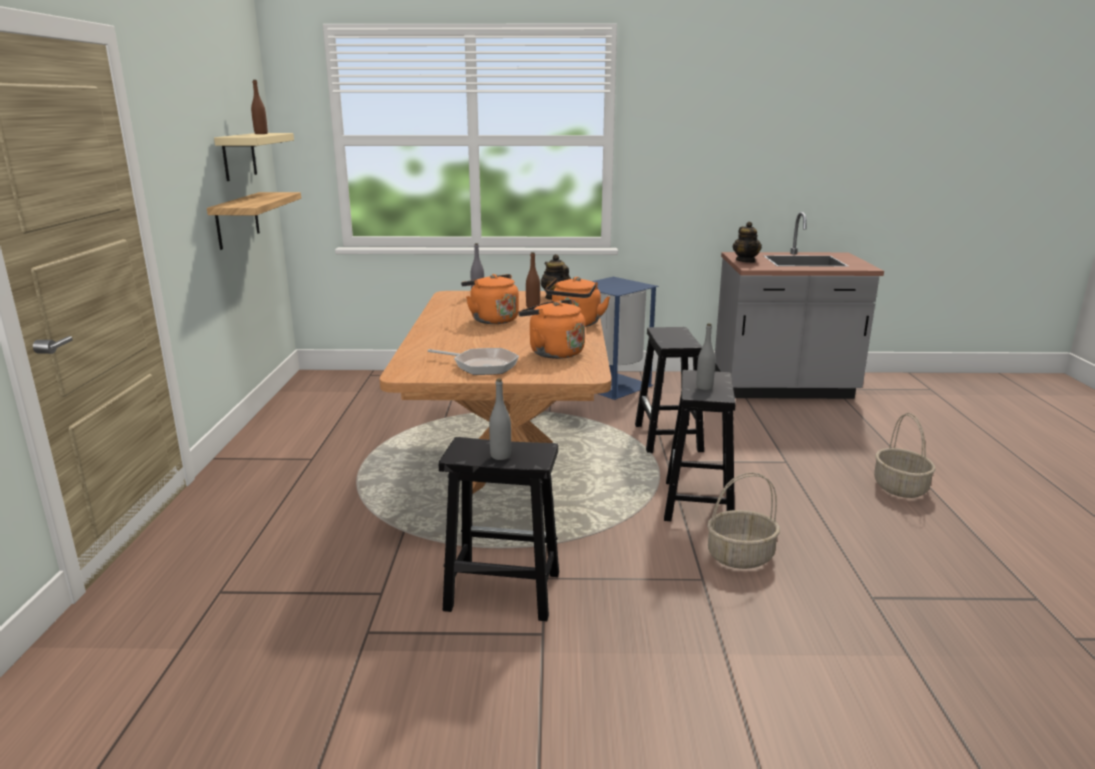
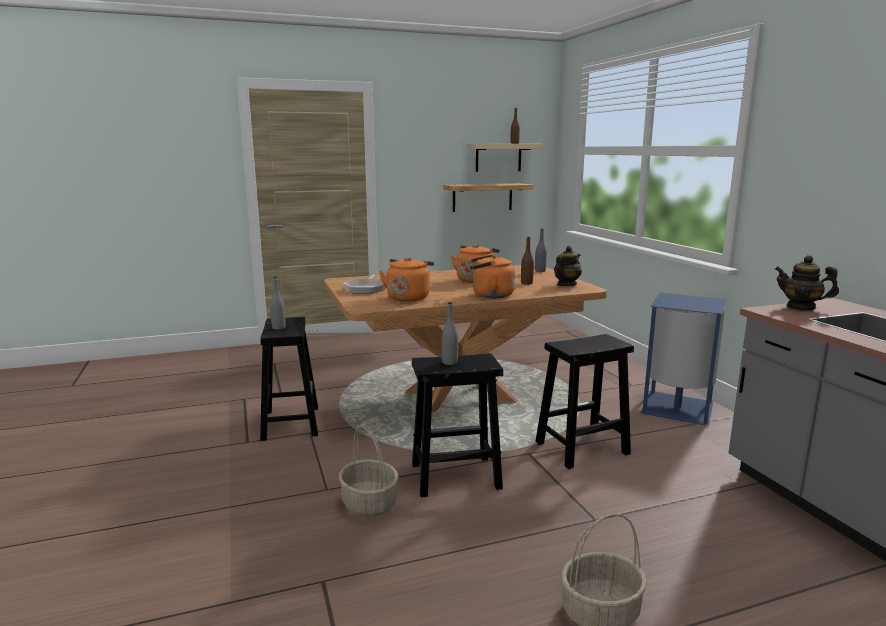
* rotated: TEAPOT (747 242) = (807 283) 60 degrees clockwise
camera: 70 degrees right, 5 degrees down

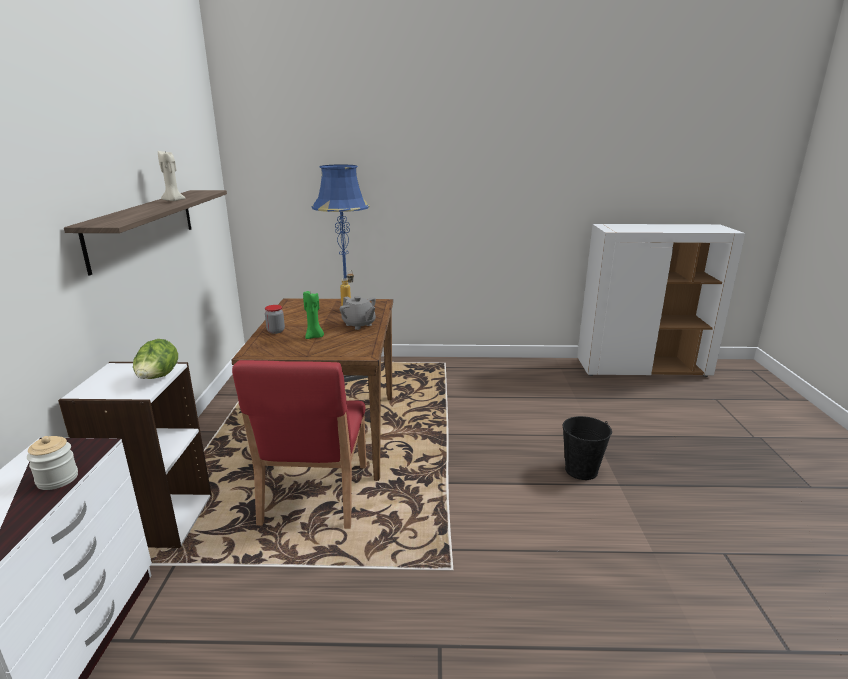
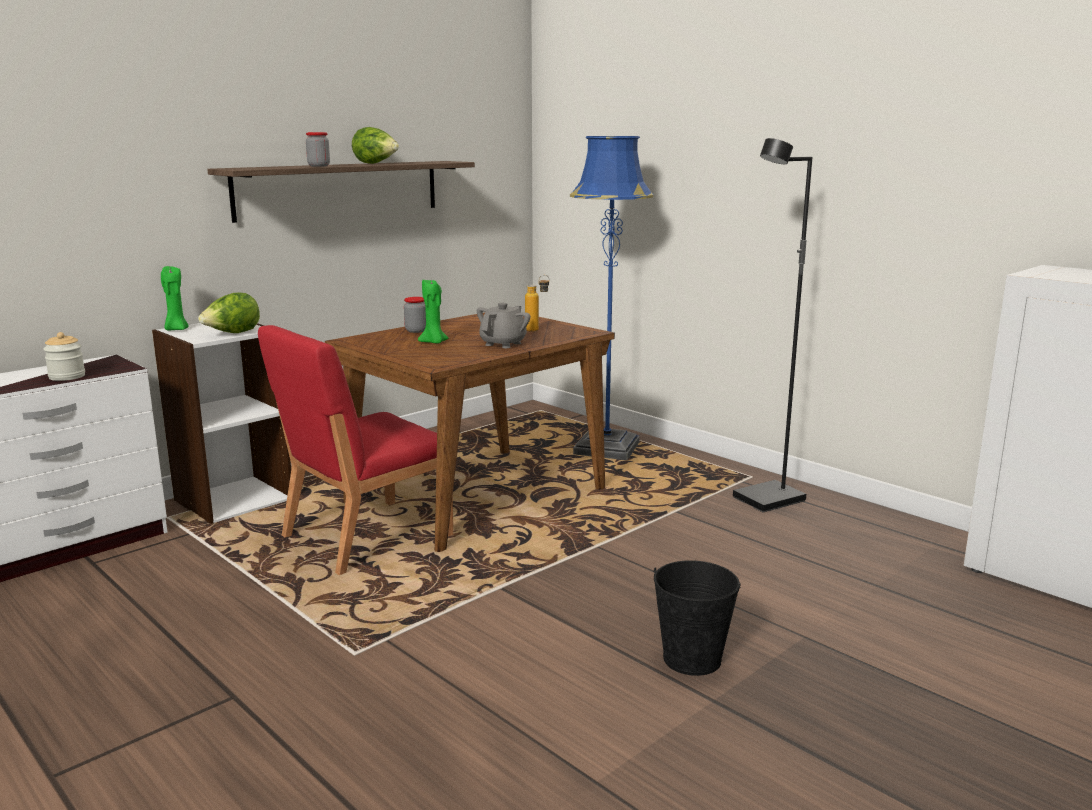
* swapped: SAND-COLOURED WAX LIGHT (172 176) to HEAD OF LETTUCE (375 145)
* rotated: GREYISH TEAPOT (358 313) = (503 325) 150 degrees counterclockwise
* new: STORAGE JAR (318 149)
* new: BLACK FLOOR LAMP (772 325)
* new: GREEN-COLOURED WAX LIGHT (175 298)
camera: 45 degrees right, 5 degrees down

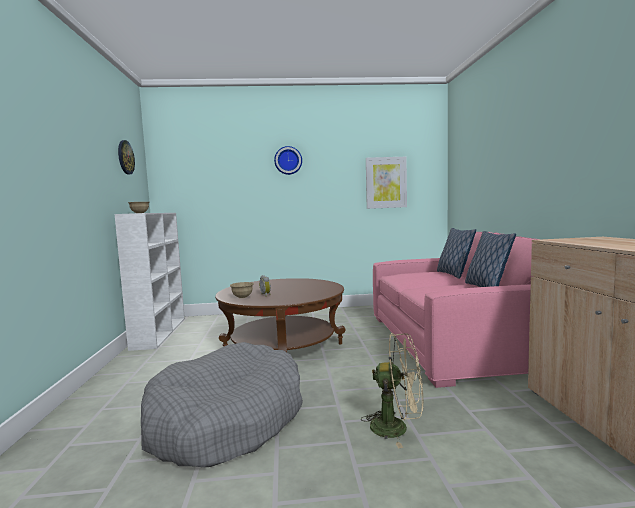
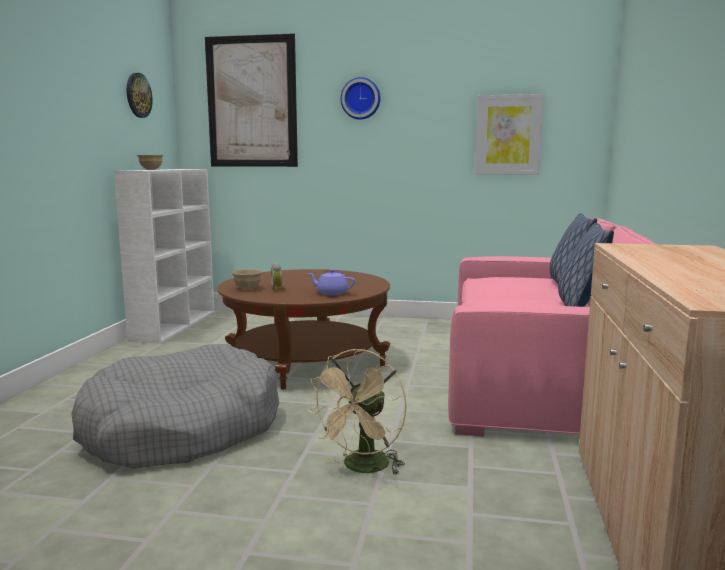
* rotated: SAND-COLOURED FAN (392 390) = (357 412) 90 degrees clockwise
* new: WALL ART (251 100)
* new: PURPLISH TEAPOT (331 282)
camera: 15 degrees right, 5 degrees up

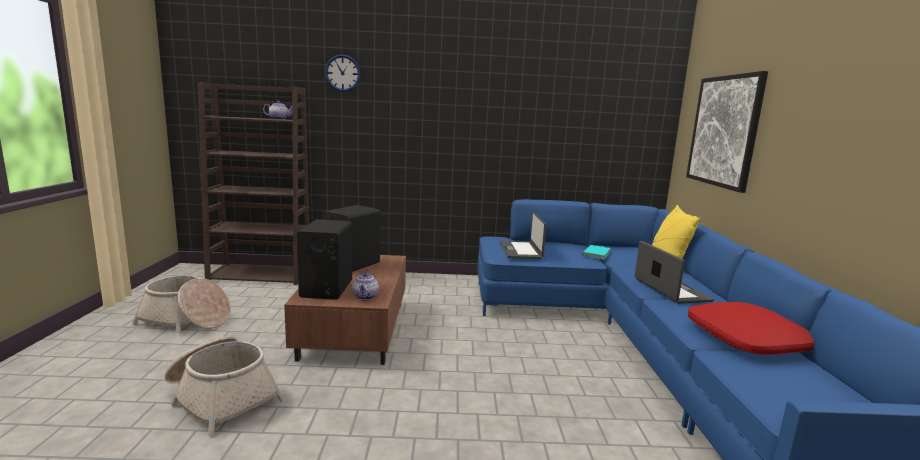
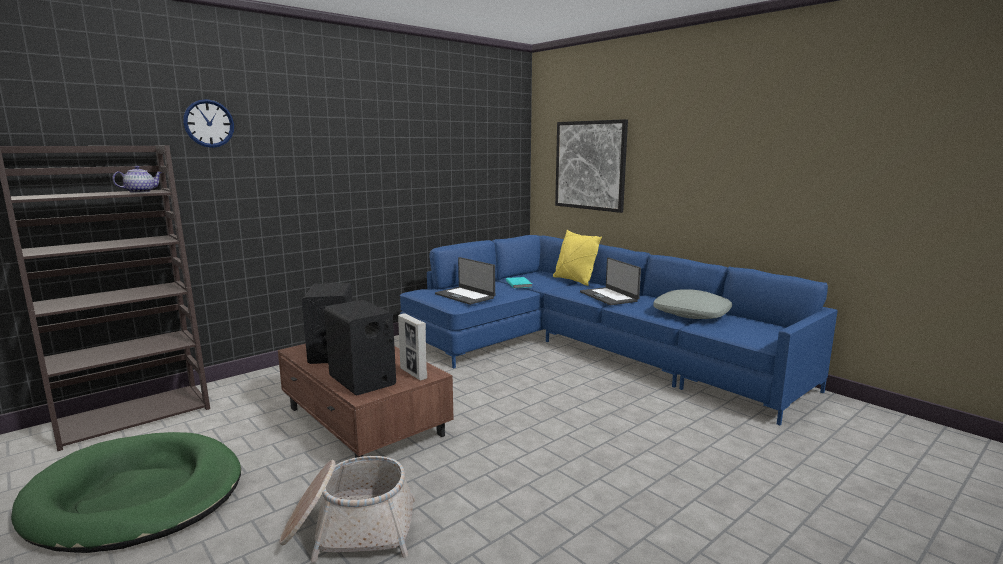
* rotated: PORTABLE COMPUTER (674 272) = (610 281) 150 degrees counterclockwise
* swapped: TEAPOT (365 286) to PICTURE FRAME (412 346)
* swapped: HOUSEHOLD BASKET (181 305) to GREEN-COLOURED DOG BED (126 492)
* repainted: REDDISH PILLOW (751 328) to GREYISH PILLOW (692 304)
camera: 40 degrees left, 0 degrees up

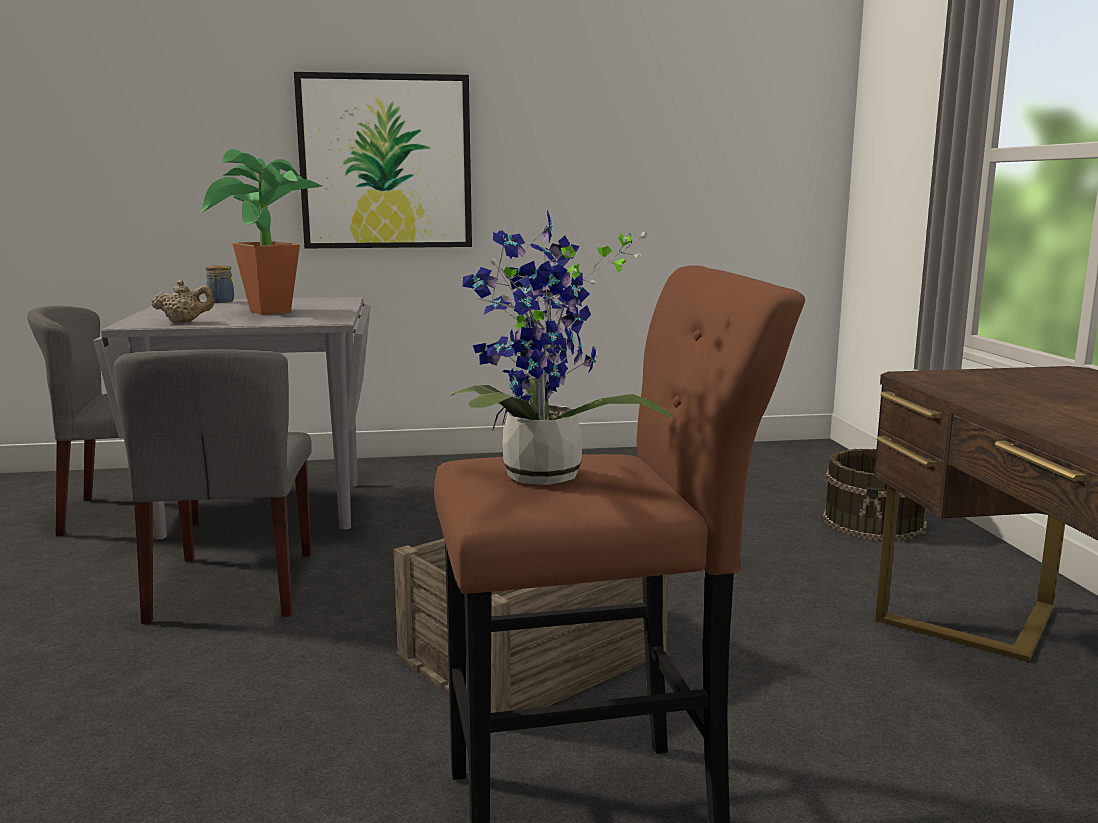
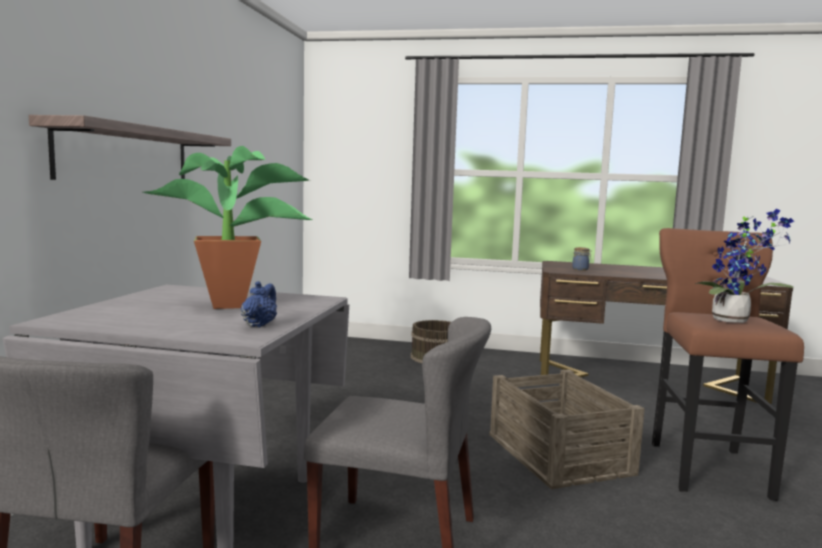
* swapped: WALL ART (383 160) to WALL SHELF (130 147)
* shifted: STORAGE JAR (220 284) to (582 259)
* repainted: SAND-COLOURED TEAPOT (183 301) to BLUE TEAPOT (259 304)
camera: 70 degrees left, 5 degrees down

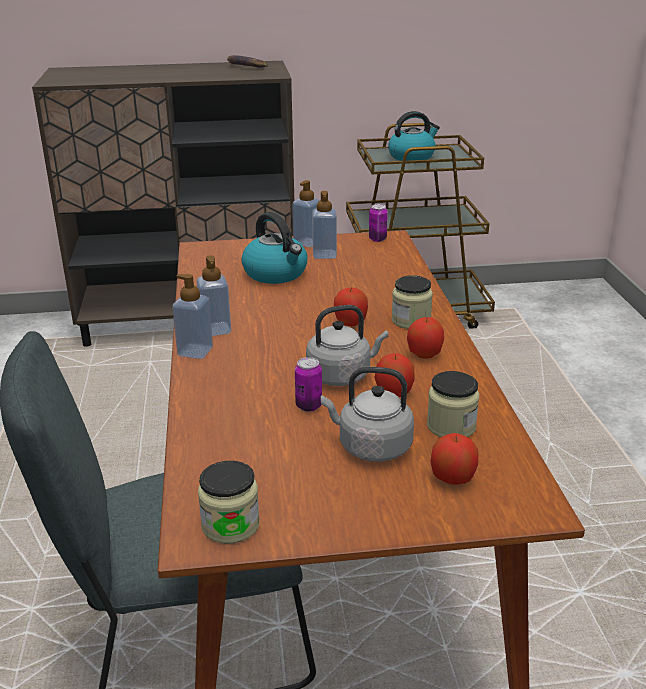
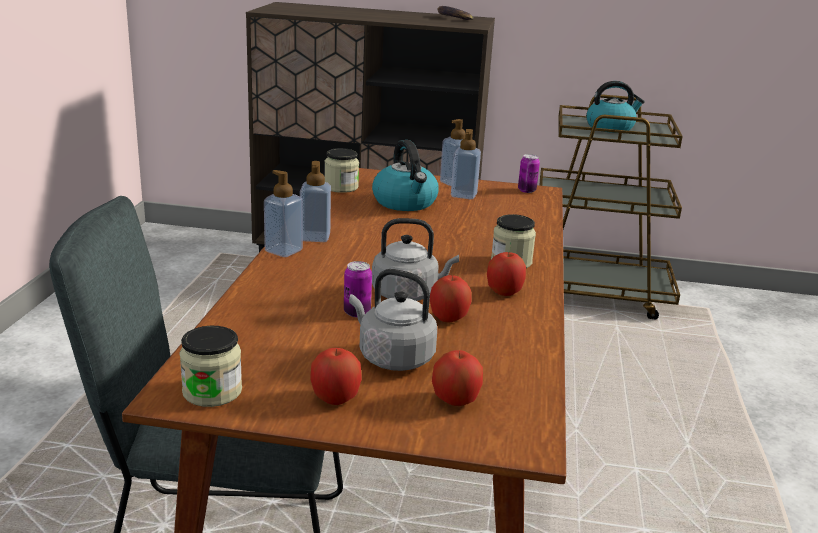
* shifted: APPLE (351 307) to (336 376)
* shifted: STORAGE JAR (453 404) to (342 170)
camera: 15 degrees right, 5 degrees down

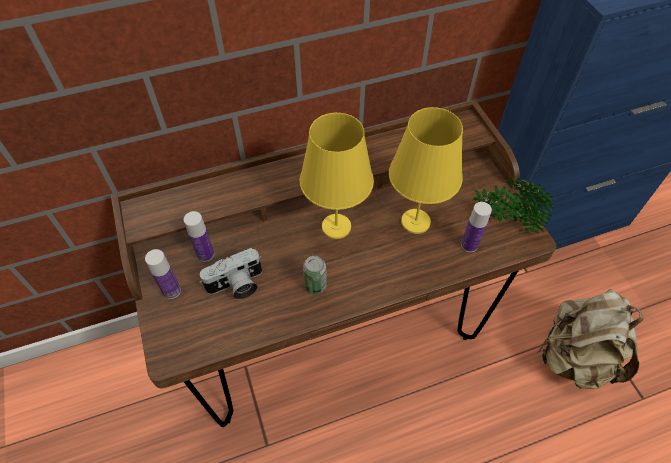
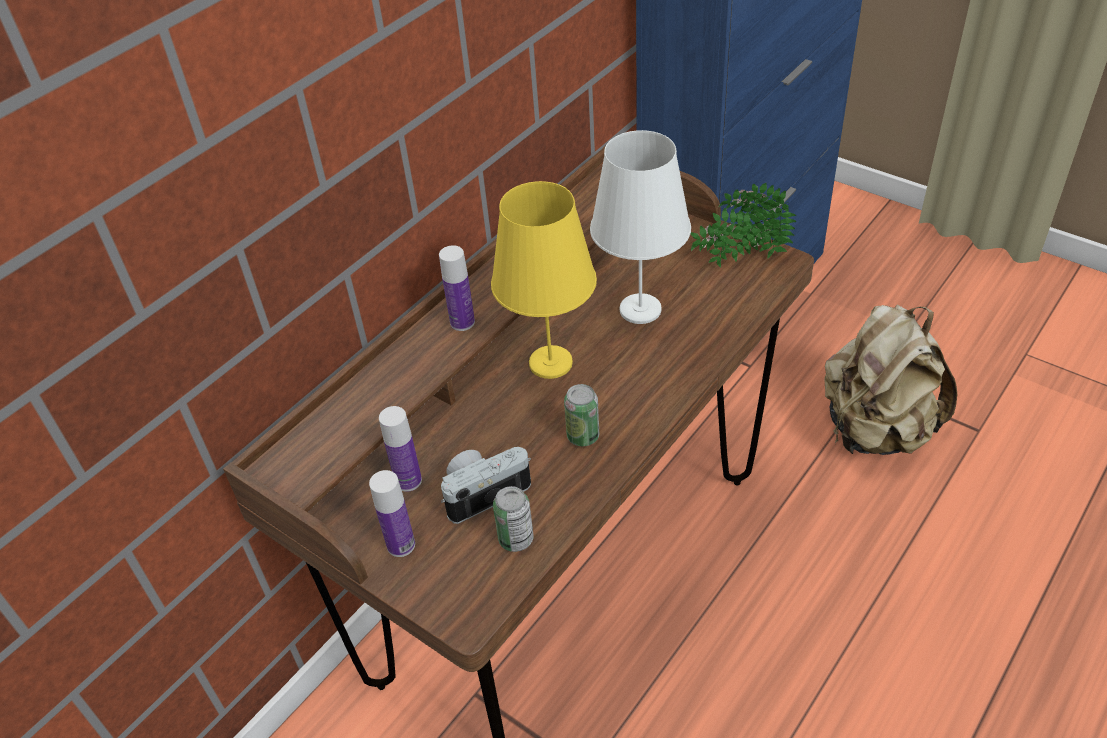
* repainted: YELLOW TABLETOP LAMP (426 170) to WHITE-COLOURED TABLETOP LAMP (640 227)
* shifted: BEVERAGE BOTTLE (476 227) to (457 288)
* rotated: STILL CAMERA (231 274) = (486 485) 150 degrees counterclockwise
* new: CAN (513 519)
camera: 30 degrees left, 10 degrees down

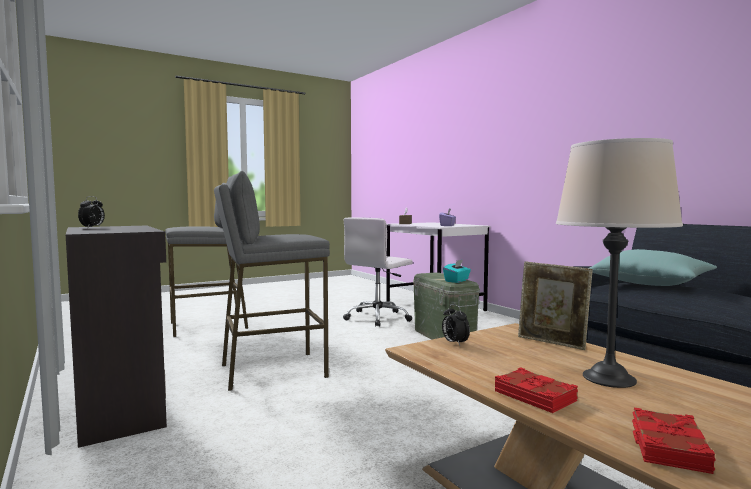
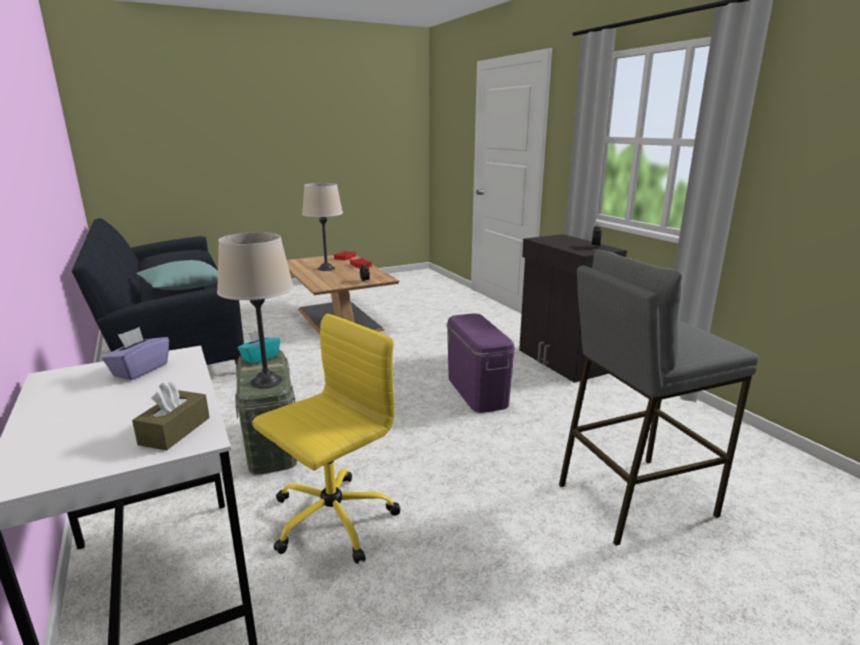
* swapped: GREYISH STOOL SEAT (272 281) to PURPLISH STORAGE CONTAINER (481 363)
* repainted: WHITE-COLOURED OFFICE CHAIR (378 272) to YELLOW OFFICE CHAIR (326 439)
* gone: PICTURE FRAME (555 306)
* new: SAND-COLOURED TABLETOP LAMP (255 310)
camera: 175 degrees left, 15 degrees up

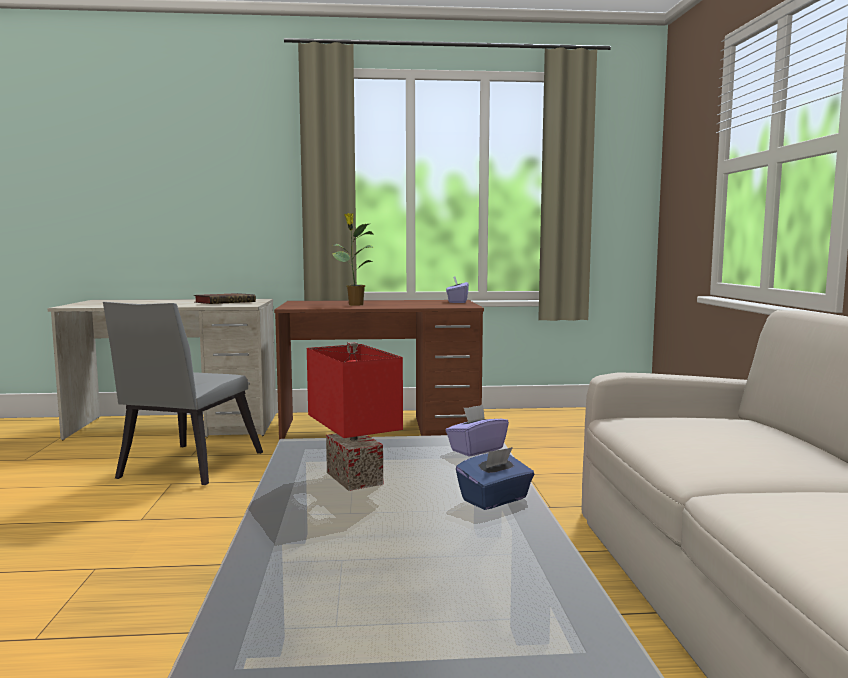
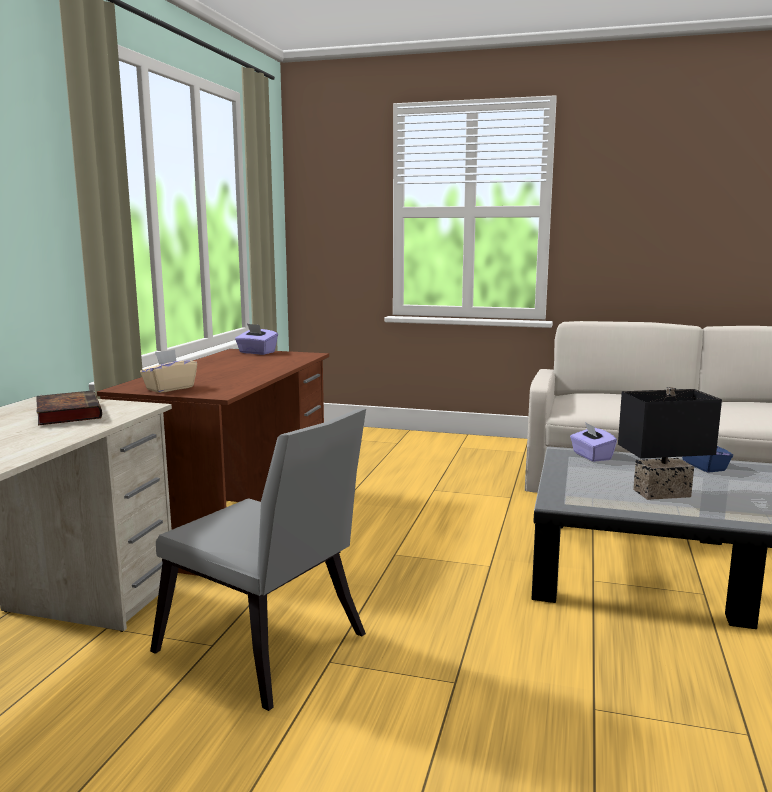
* gone: HOUSEPLANT (353 259)
* repainted: REDDISH TABLETOP LAMP (355 416) to BLACK TABLETOP LAMP (670 443)
* new: SAND-COLOURED TISSUE BOX (168 371)
camera: 70 degrees left, 5 degrees up

